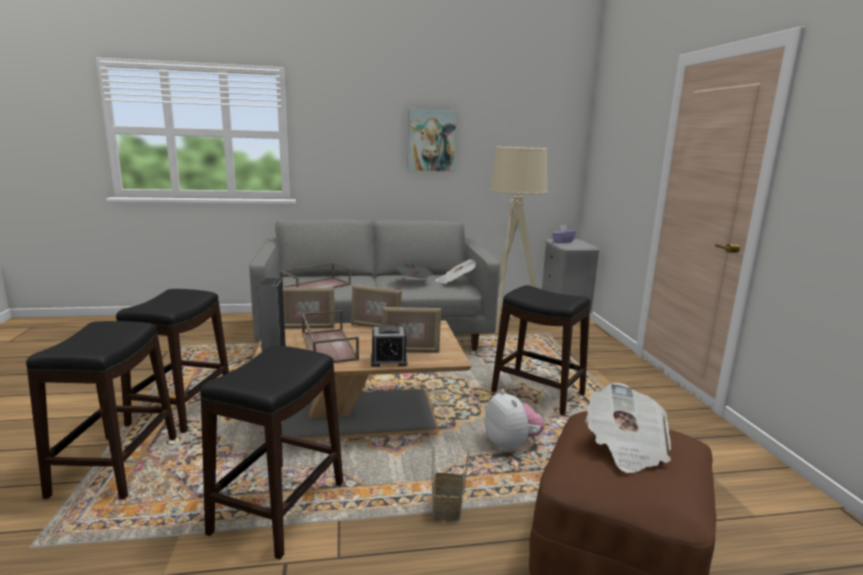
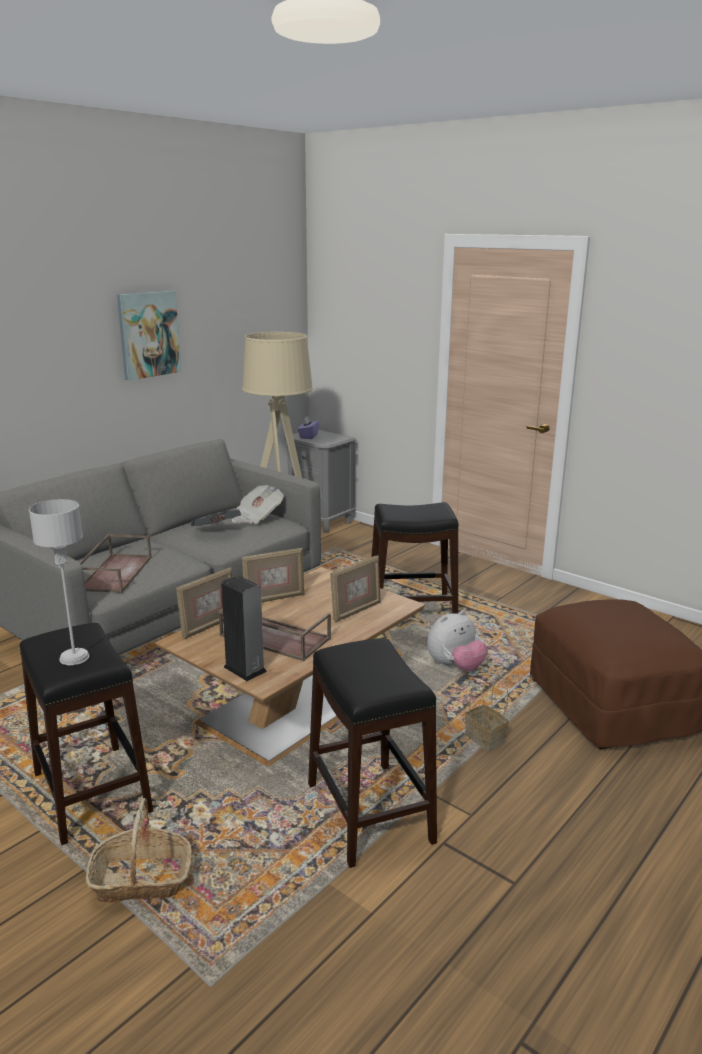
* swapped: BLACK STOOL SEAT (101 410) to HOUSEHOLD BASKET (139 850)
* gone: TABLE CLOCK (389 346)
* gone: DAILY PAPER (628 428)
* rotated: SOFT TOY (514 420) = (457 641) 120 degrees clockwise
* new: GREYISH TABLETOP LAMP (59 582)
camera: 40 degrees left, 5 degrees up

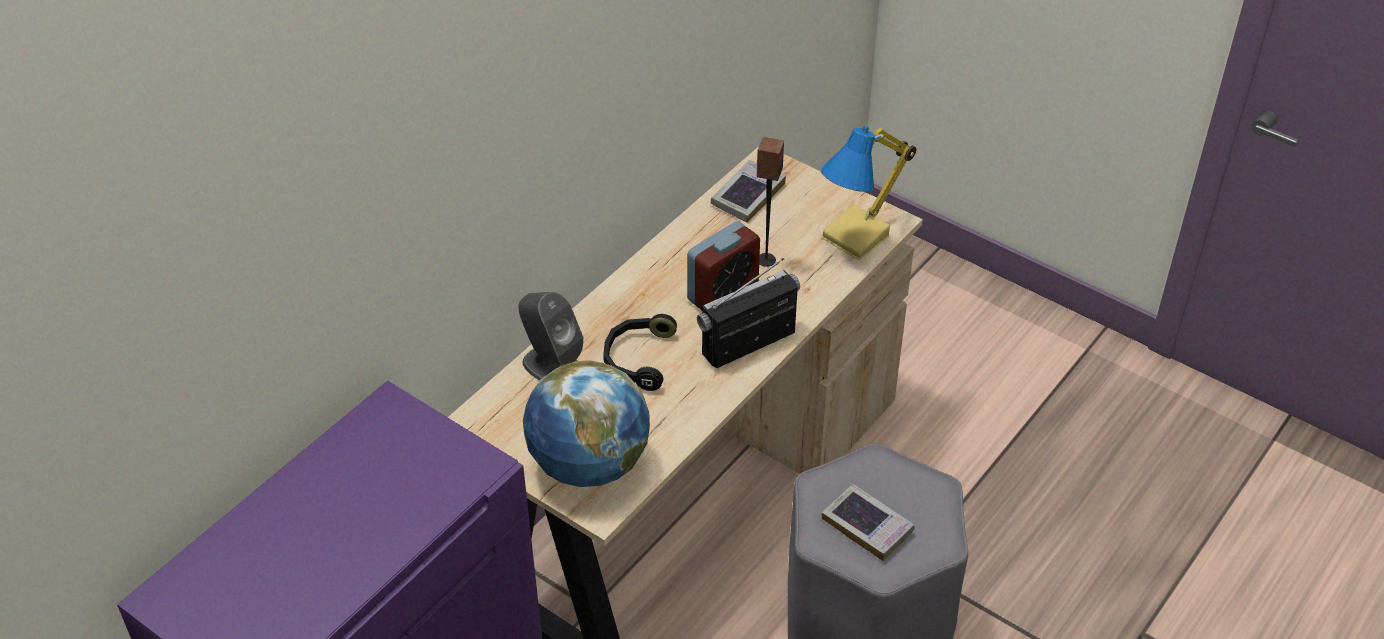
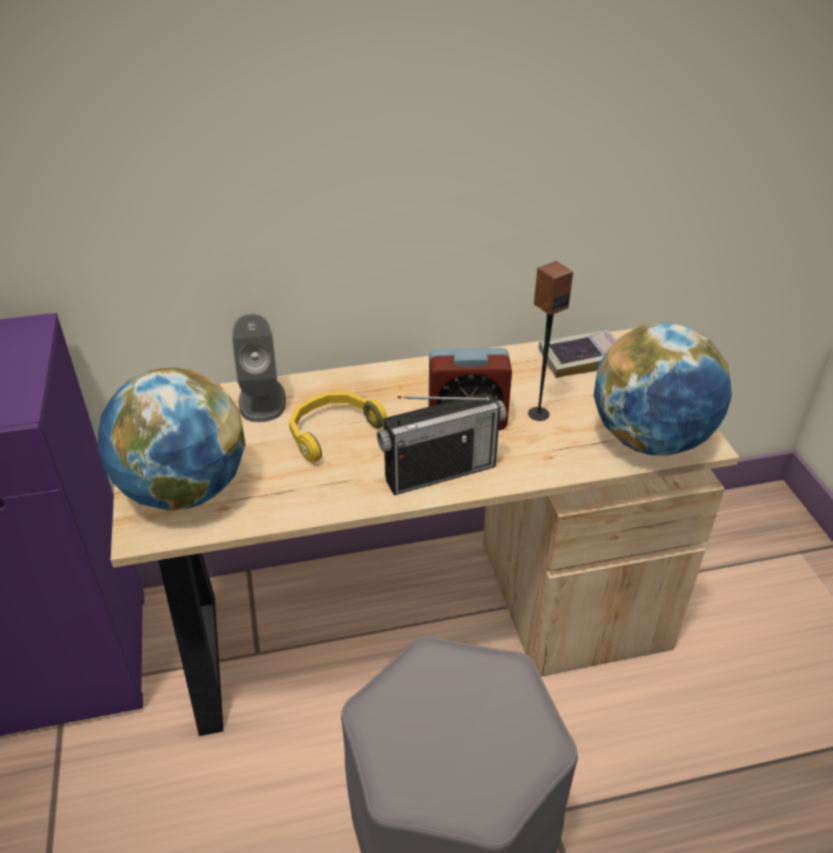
* swapped: TABLETOP LAMP (868 192) to DESK GLOBE (663 389)
* rotated: RADIO RECEIVER (748 313) = (441 444) 150 degrees clockwise
* repainted: BLACK HEADPHONES (640 352) to YELLOW HEADPHONES (338 427)
* gone: BOOK (868 522)
camera: 40 degrees right, 5 degrees down

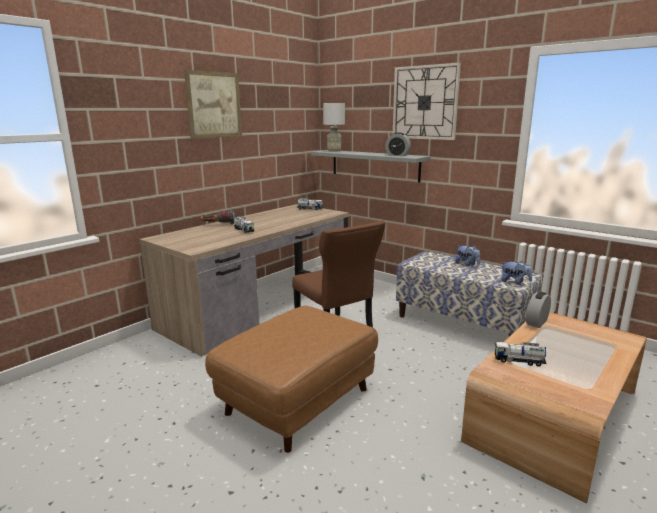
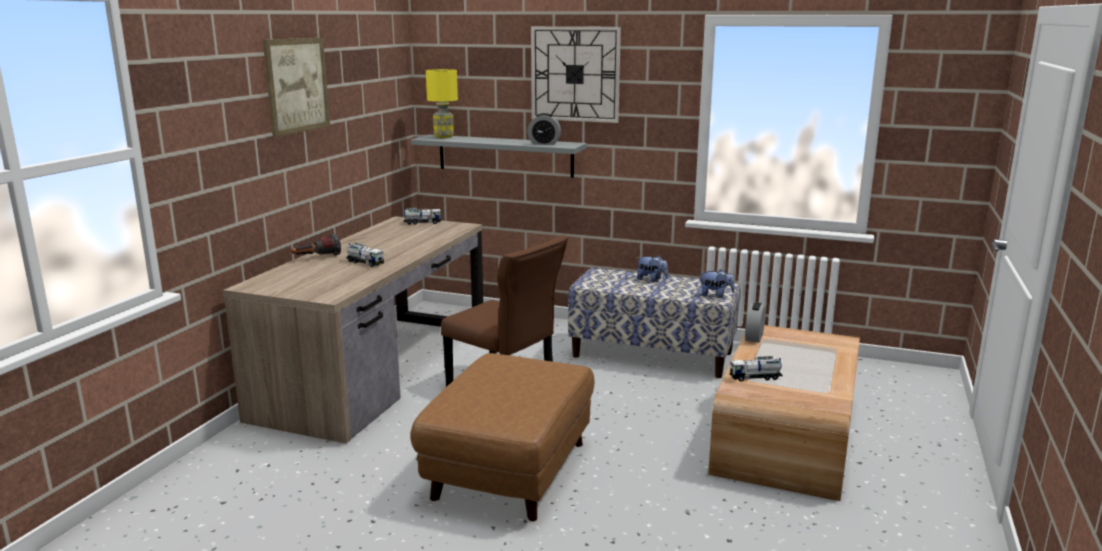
* repainted: GREYISH TABLETOP LAMP (334 127) to YELLOW TABLETOP LAMP (442 103)
camera: 20 degrees left, 0 degrees up

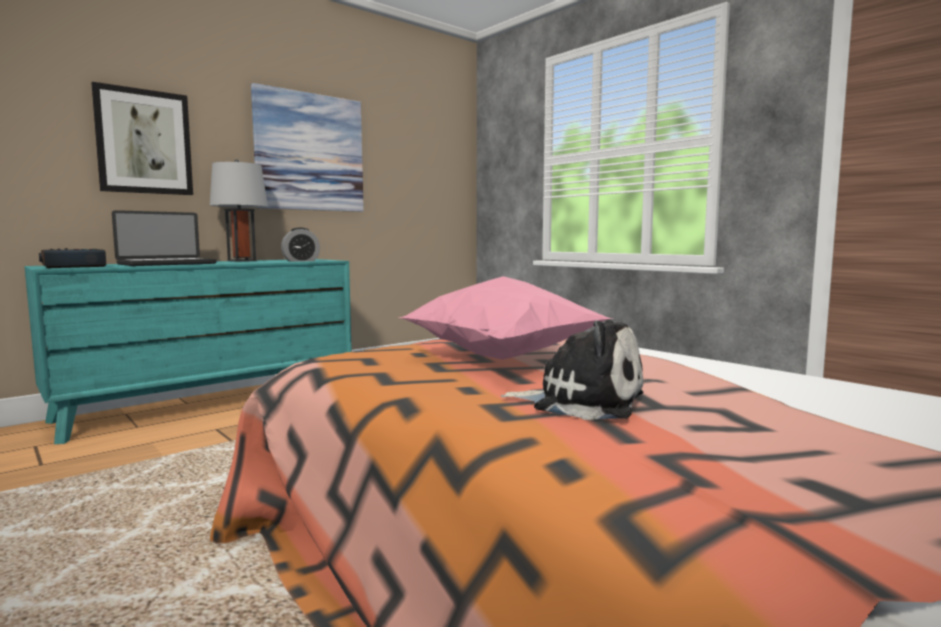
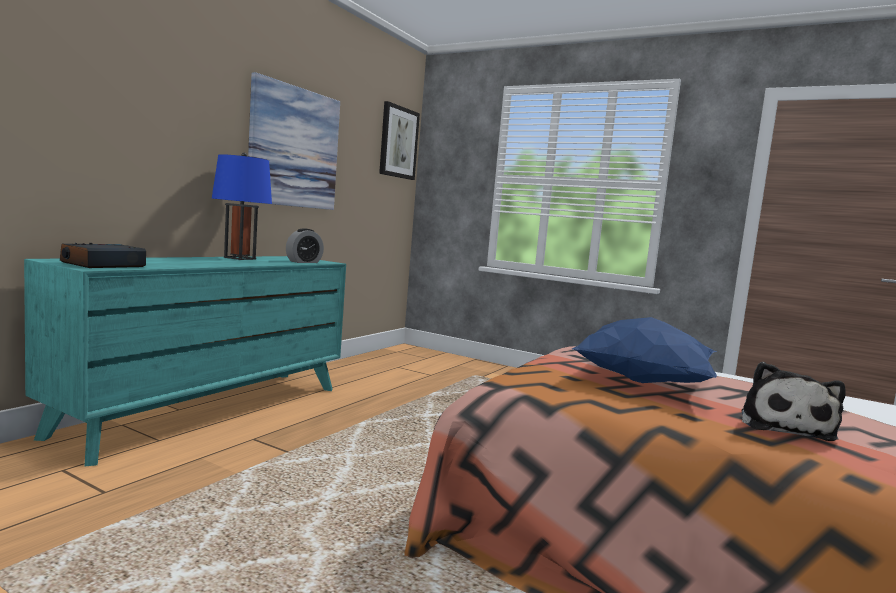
* shifted: WALL ART (142 138) to (399 140)
* repainted: GREYISH TABLETOP LAMP (238 210) to BLUE TABLETOP LAMP (242 206)
* gone: PORTABLE COMPUTER (164 238)
* repainted: PINK PILLOW (507 317) to BLUE PILLOW (644 350)
* rotated: SOFT TOY (572 370) = (794 401) 105 degrees clockwise
camera: 20 degrees left, 0 degrees up

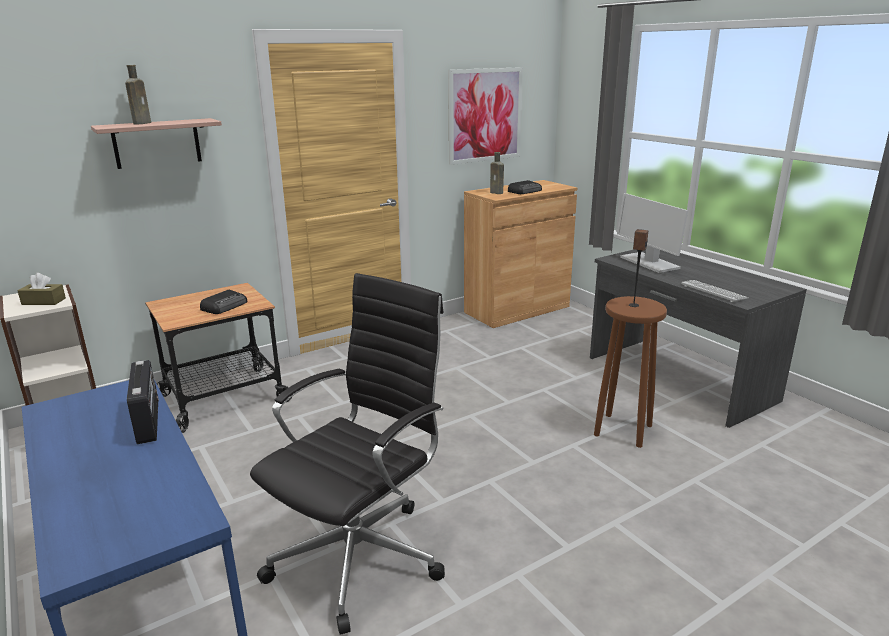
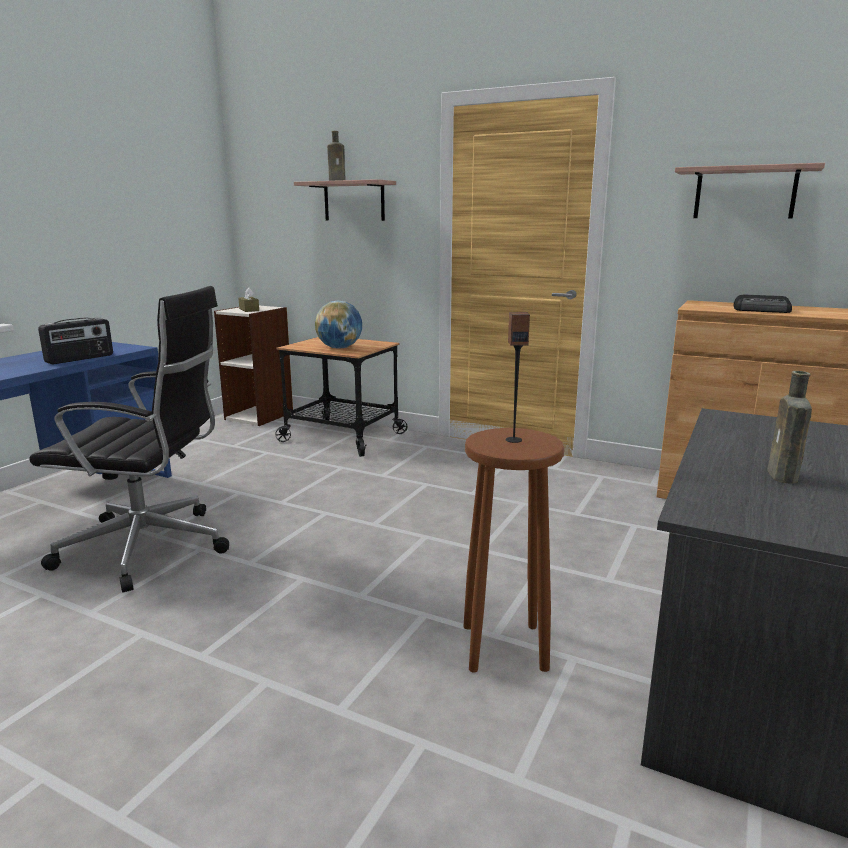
* swapped: WALL ART (485 116) to WALL SHELF (750 190)
* shifted: BROWNISH BEVERAGE BOTTLE (497 173) to (789 427)
* gone: COMPUTER DISPLAY (652 233)
* gone: COMPUTER KEYBOARD (714 291)
* swapped: RADIO RECEIVER (224 302) to DESK GLOBE (338 324)
camera: 60 degrees right, 5 degrees down

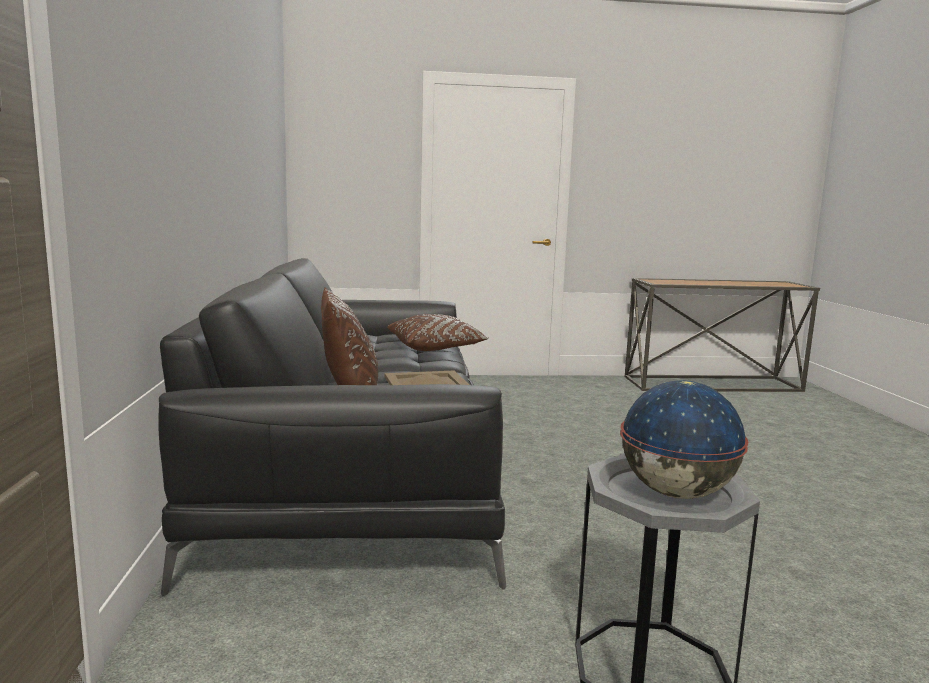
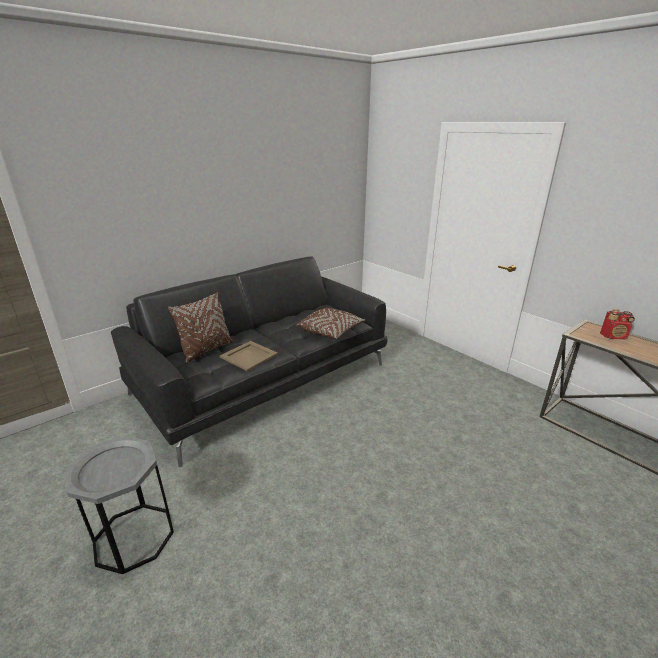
* gone: DESK GLOBE (684 439)
* new: RADIO RECEIVER (617 324)
camera: 55 degrees right, 15 degrees up

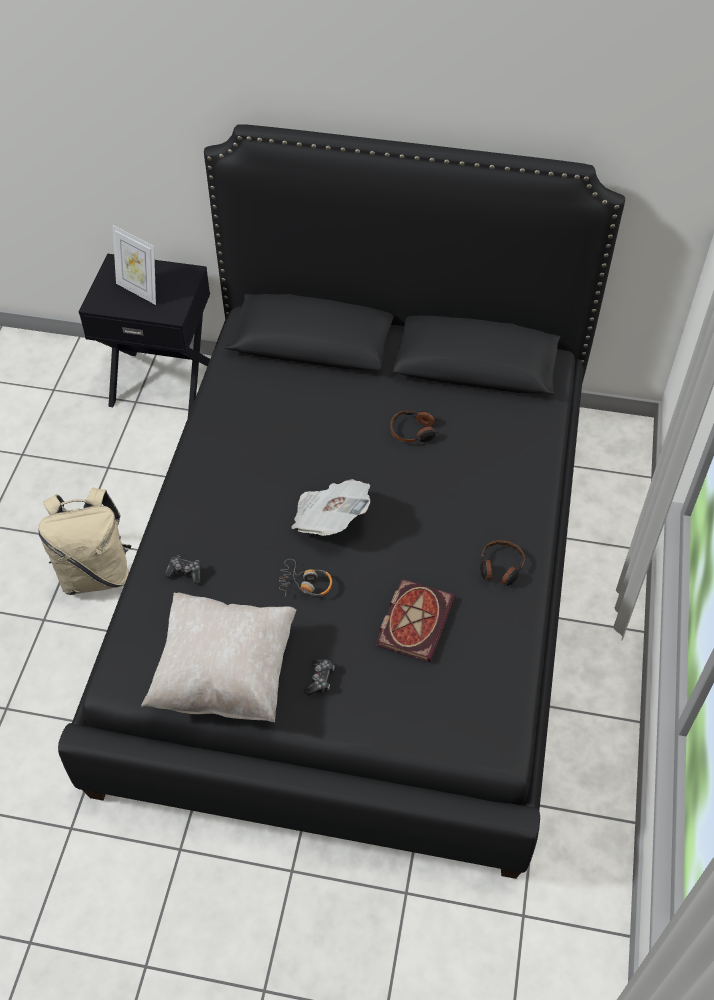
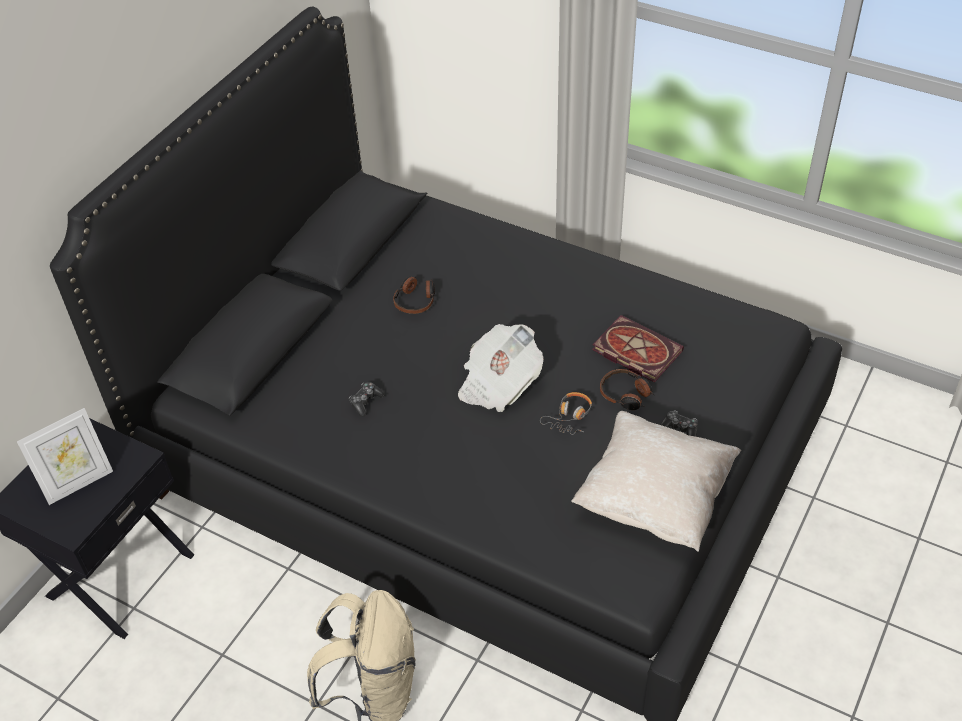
* shifted: HEADPHONES (502 563) to (627 389)
* shifted: GAME CONTROLLER (182 570) to (367 399)
camera: 70 degrees left, 5 degrees down

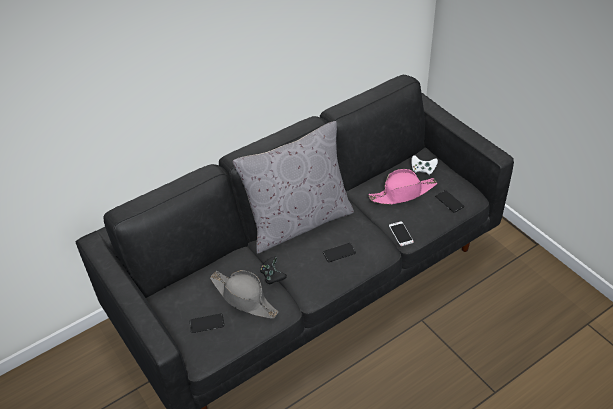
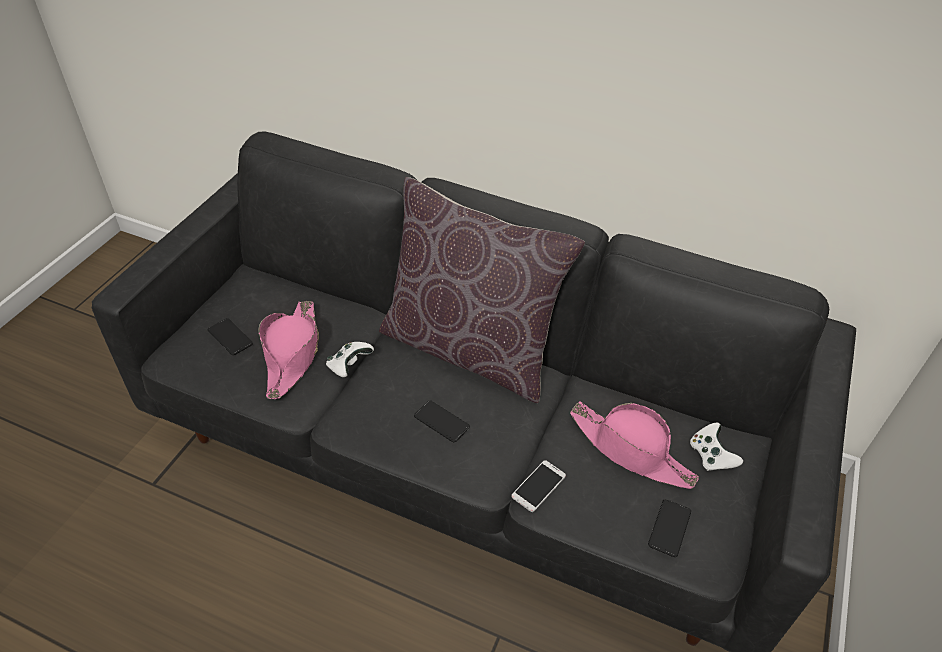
* repainted: GREYISH PILLOW (293 187) to BROWNISH PILLOW (482 290)
* repainted: BLACK GAME CONTROLLER (273 270) to WHITE-COLOURED GAME CONTROLLER (350 359)
* repainted: GREYISH HAT (244 294) to PINK HAT (288 350)
camera: 55 degrees right, 0 degrees up

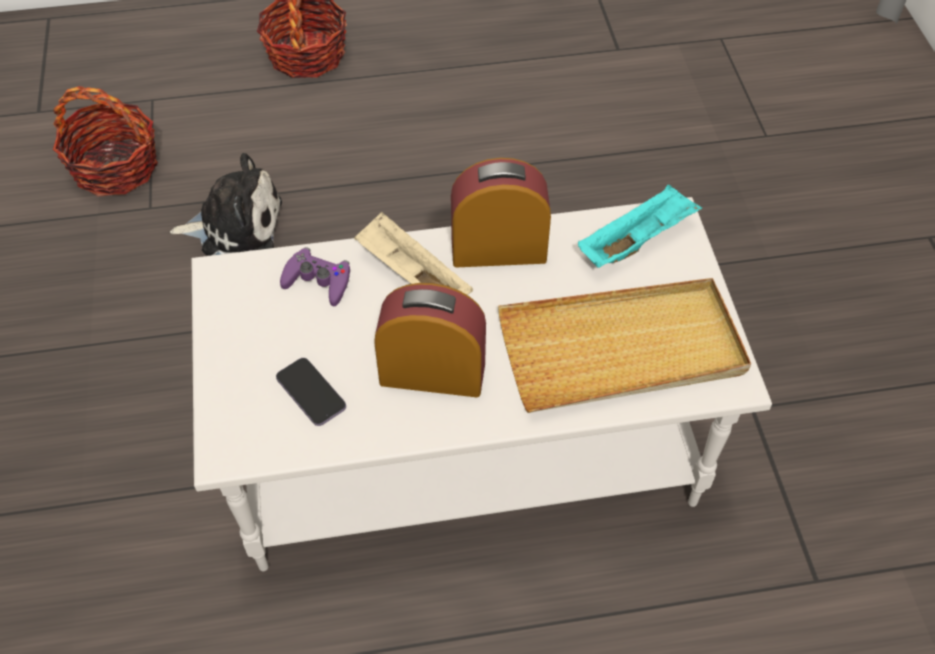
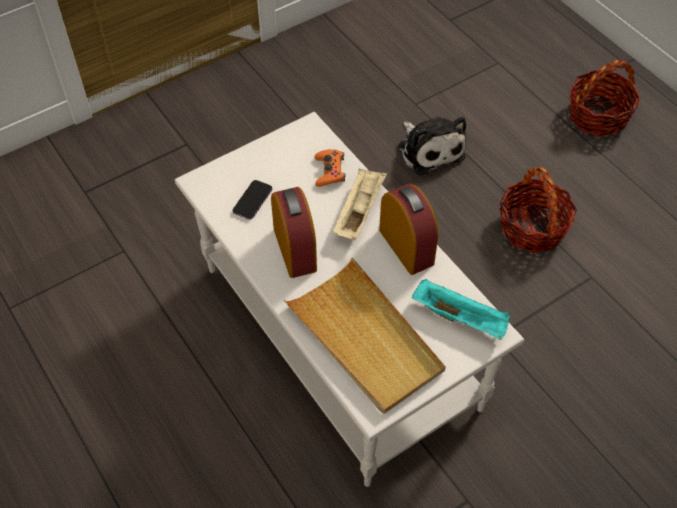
* shifted: HOUSEHOLD BASKET (105 141) to (538 210)
* repainted: PURPLISH GAME CONTROLLER (315 276) to ORANGE-COLOURED GAME CONTROLLER (330 168)
camera: 65 degrees right, 0 degrees up

